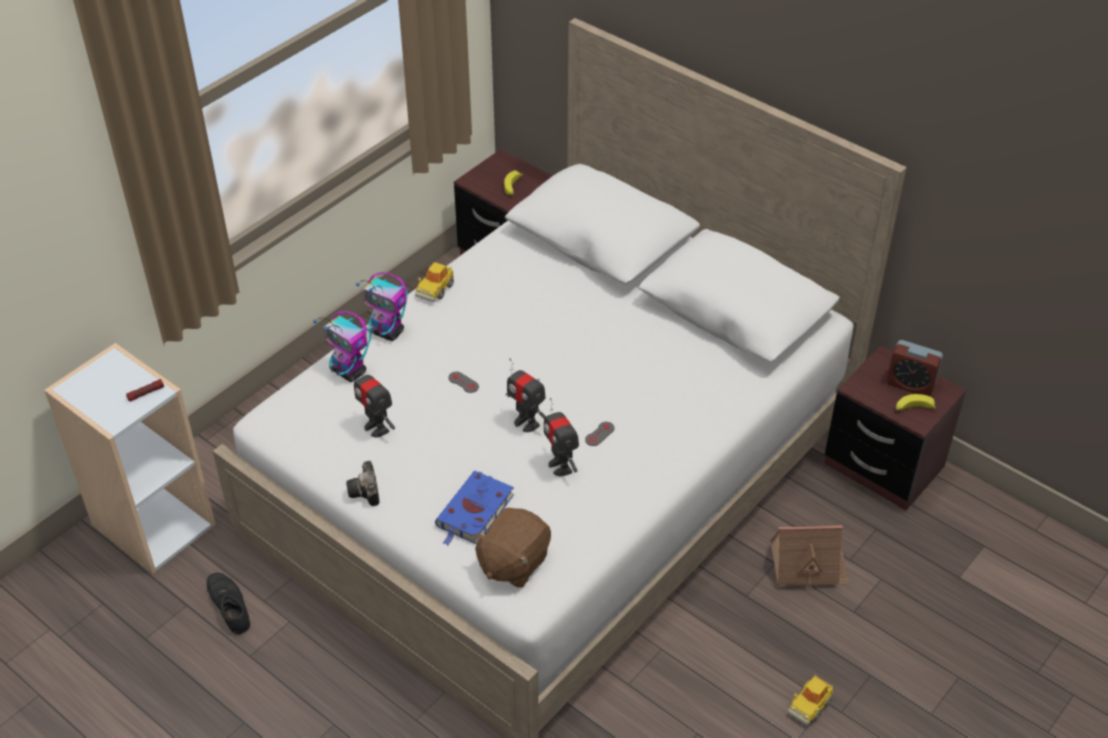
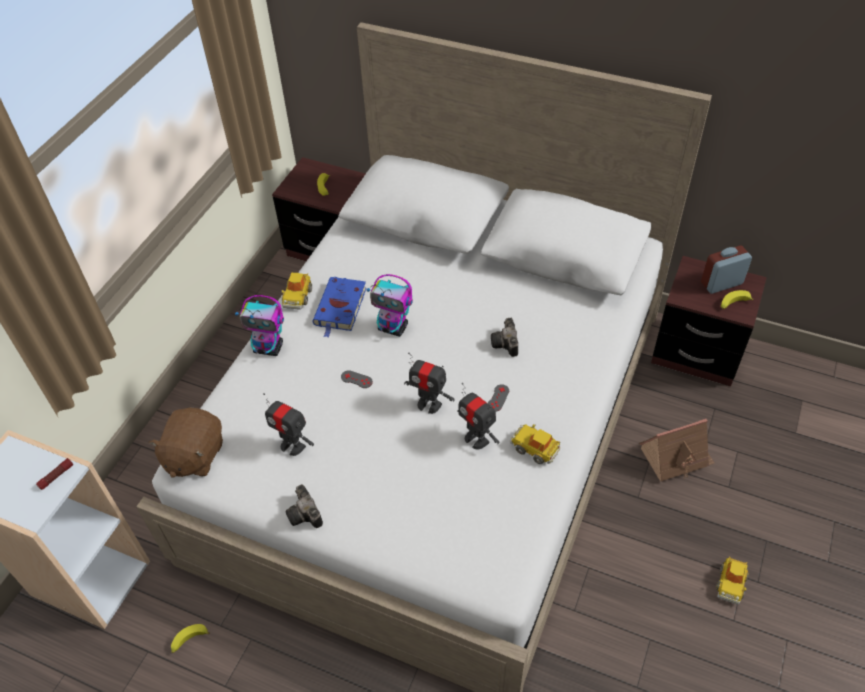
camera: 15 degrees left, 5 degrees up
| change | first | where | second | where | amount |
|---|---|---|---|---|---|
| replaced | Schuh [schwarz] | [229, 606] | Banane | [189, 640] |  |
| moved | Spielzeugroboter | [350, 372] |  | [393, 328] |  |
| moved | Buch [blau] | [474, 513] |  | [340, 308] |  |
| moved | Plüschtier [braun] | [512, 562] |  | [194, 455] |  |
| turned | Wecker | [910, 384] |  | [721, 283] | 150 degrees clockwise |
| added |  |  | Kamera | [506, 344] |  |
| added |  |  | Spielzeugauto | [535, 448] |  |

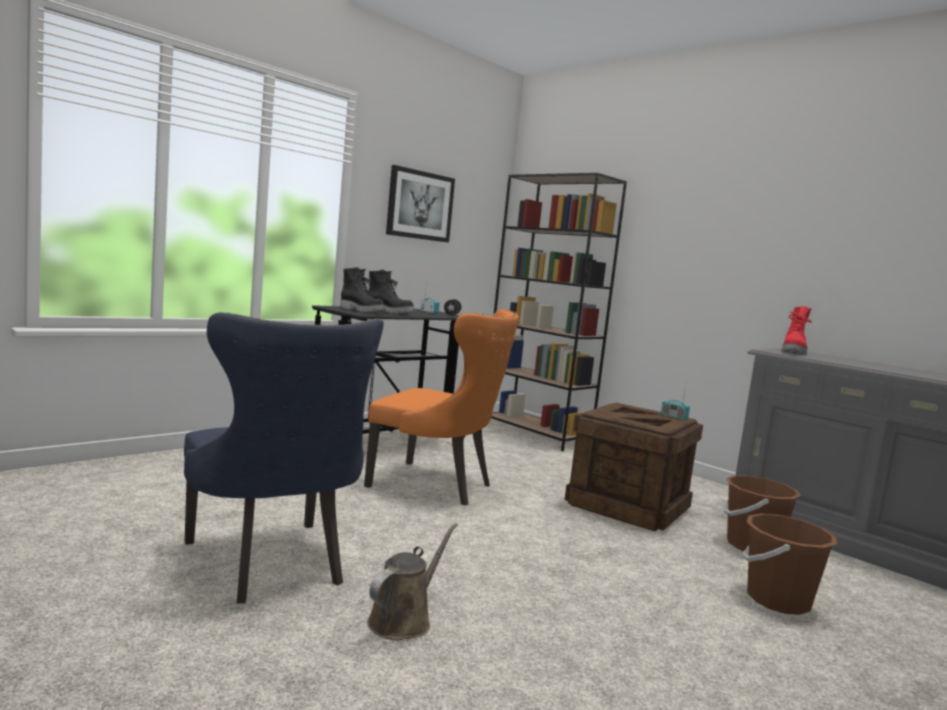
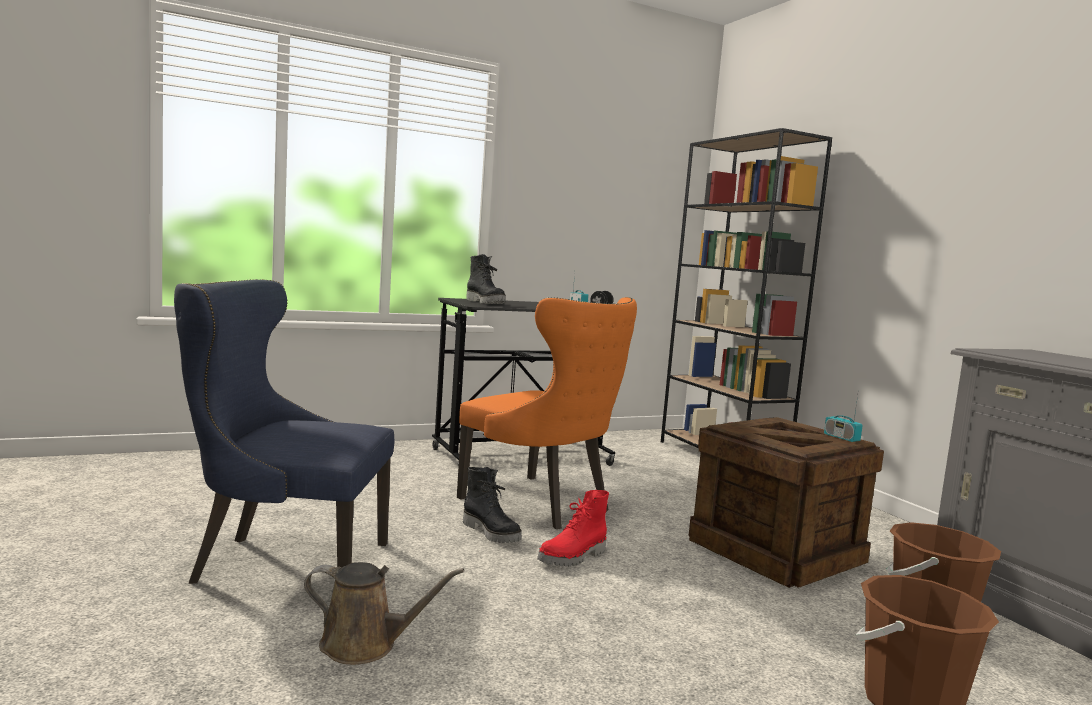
camera: 20 degrees right, 0 degrees up
| change | first | where | second | where | amount |
|---|---|---|---|---|---|
| turned | Stuhl [blau] | [272, 563] |  | [284, 565] | 105 degrees clockwise |
| turned | Gießkanne [braun] | [403, 620] |  | [365, 645] | 45 degrees clockwise |
| moved | Stiefel [schwarz] | [390, 312] |  | [492, 533] |  |
| removed | Bild | [420, 205] |  |  |  |
| moved | Stiefel [rot] | [794, 352] |  | [573, 557] |  |

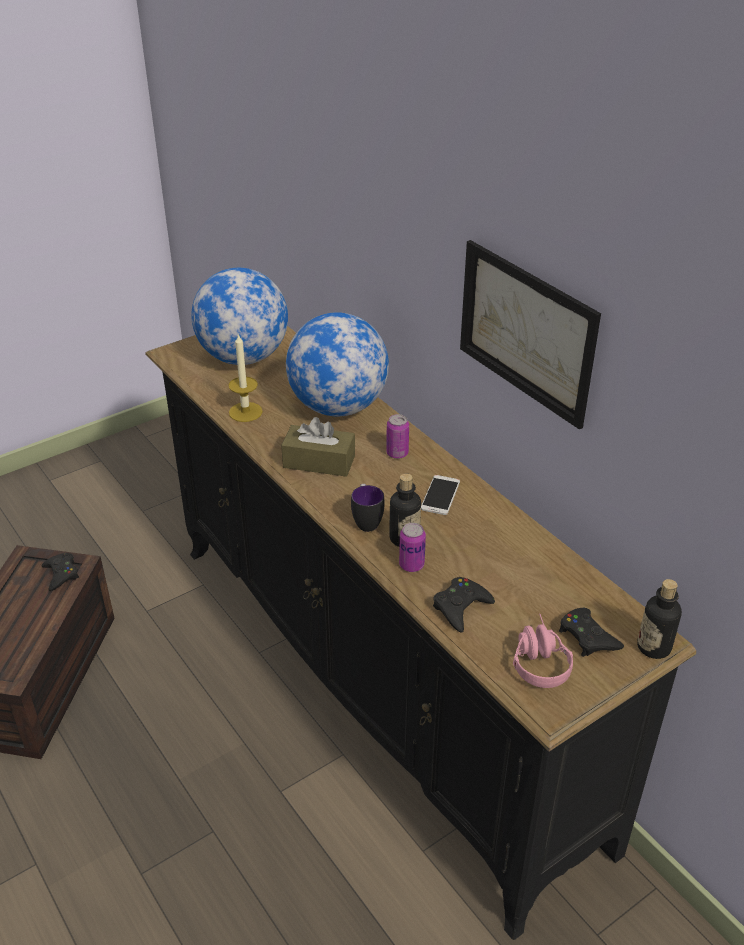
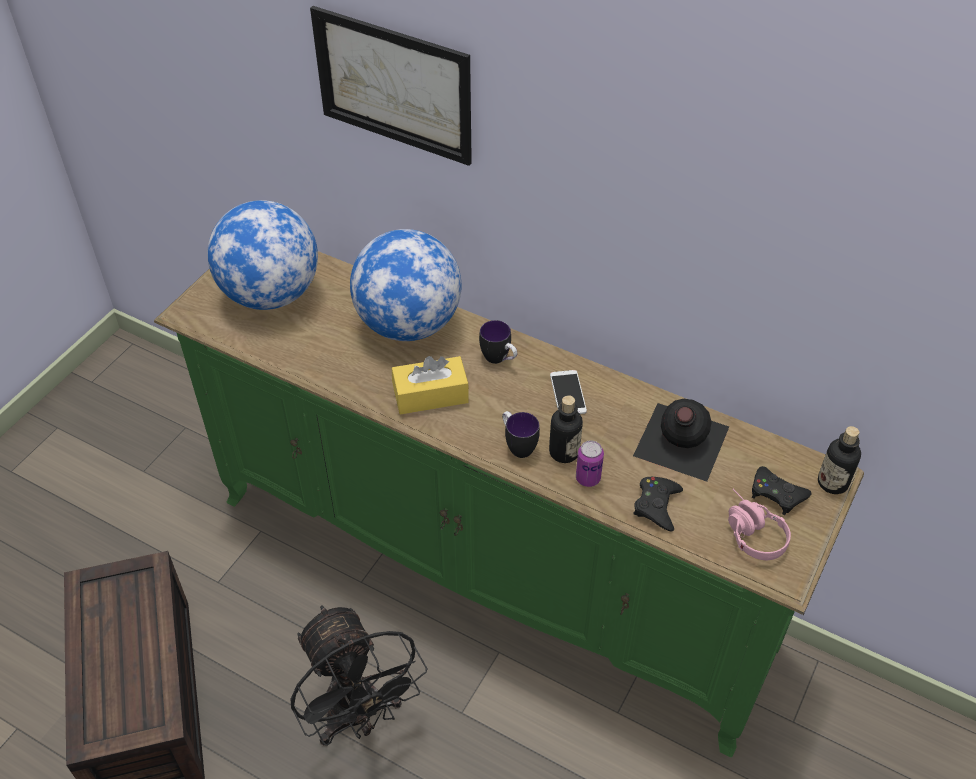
camera: 25 degrees left, 10 degrees up
| change | first | where | second | where | amount |
|---|---|---|---|---|---|
| removed | Gamepad [schwarz] | [61, 574] |  |  |  |
| recoloured | Kommode [schwarz] | [372, 685] | Kommode [grün] | [489, 573] |  |
| removed | Kerze | [245, 412] |  |  |  |
| recoloured | Taschentuchbox [braun] | [319, 462] | Taschentuchbox [gelb] | [430, 395] |  |
| replaced | Dose | [397, 453] | Henkelbecher | [499, 360] |  |
| moved | Bild | [526, 332] |  | [393, 85] |  |
| added |  |  | Ventilator [schwarz] | [358, 717] |  |
| added |  |  | Flasche [schwarz] | [679, 441] |  |

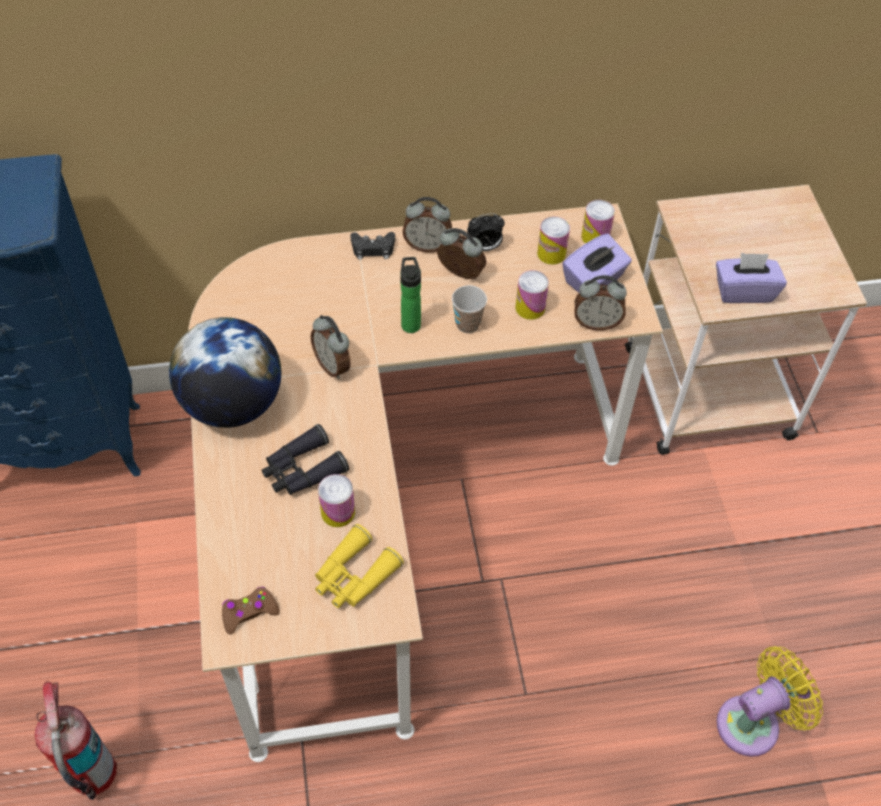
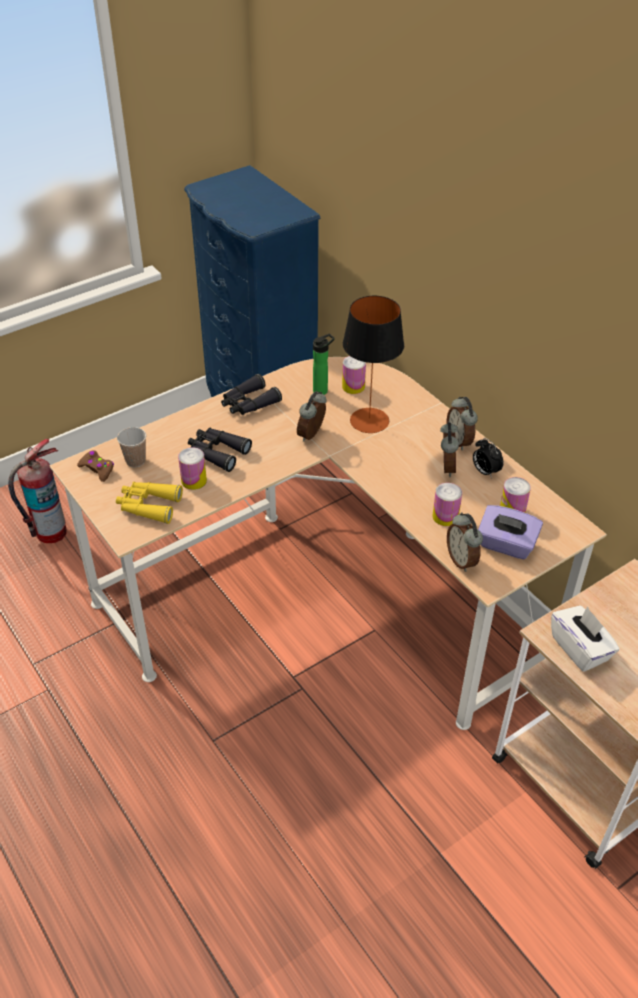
camera: 65 degrees right, 10 degrees down
| change | first | where | second | where | amount |
|---|---|---|---|---|---|
| replaced | Globus | [233, 404] | Fernglas [schwarz] | [248, 403] |  |
| removed | Gamepad [schwarz] | [373, 249] |  |  |  |
| moved | Flasche | [410, 323] |  | [322, 390] |  |
| moved | Tasse | [467, 324] |  | [135, 461] |  |
| moved | Dose | [595, 237] |  | [353, 386] |  |
| recoloured | Taschentuchbox [lila] | [744, 291] | Taschentuchbox [weiß] | [580, 649] |  |
| removed | Ventilator [gelb] | [754, 723] |  |  |  |
| added |  |  | Tischlampe | [369, 420] |  |

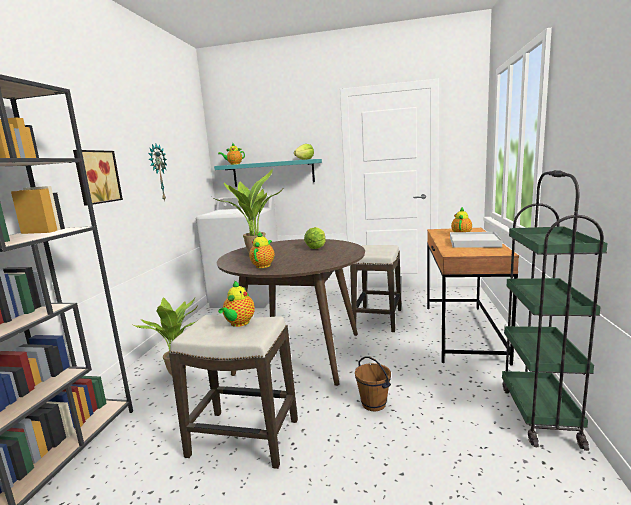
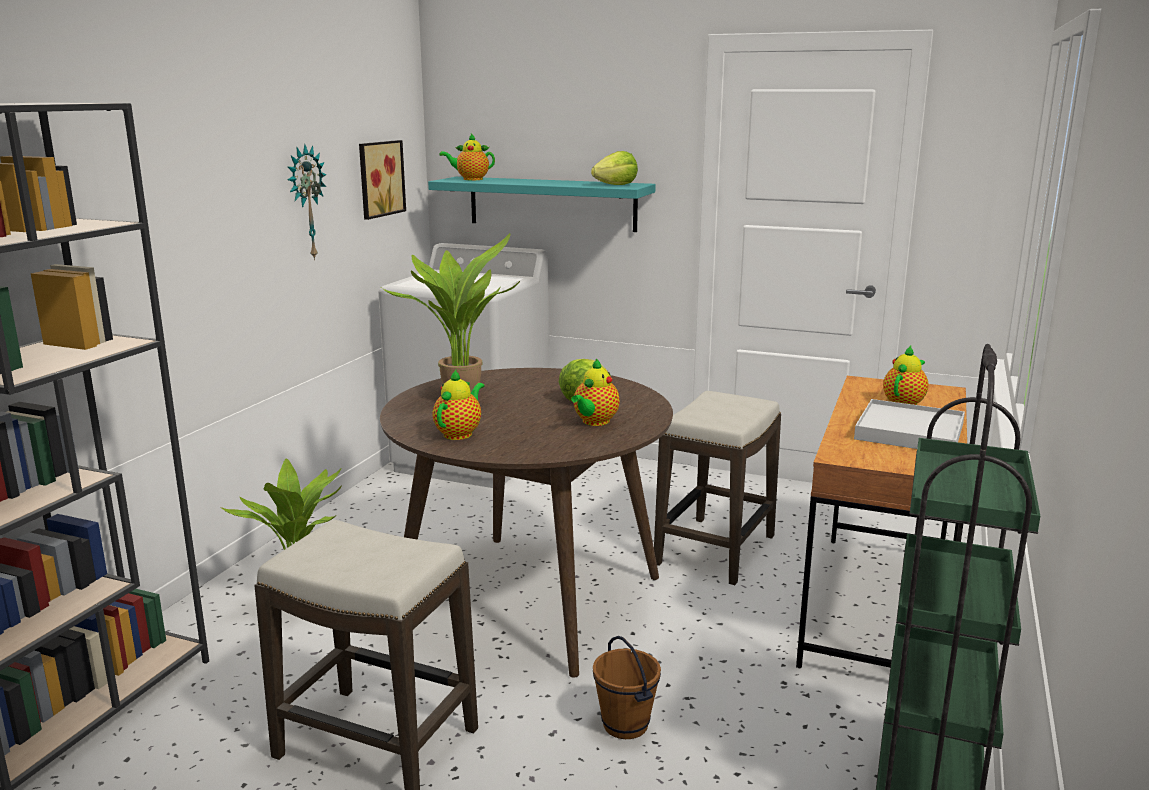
camera: 10 degrees right, 5 degrees up
| change | first | where | second | where | amount |
|---|---|---|---|---|---|
| moved | Bild | [96, 177] |  | [379, 178] |  |
| moved | Teekanne | [239, 323] |  | [594, 422] |  |

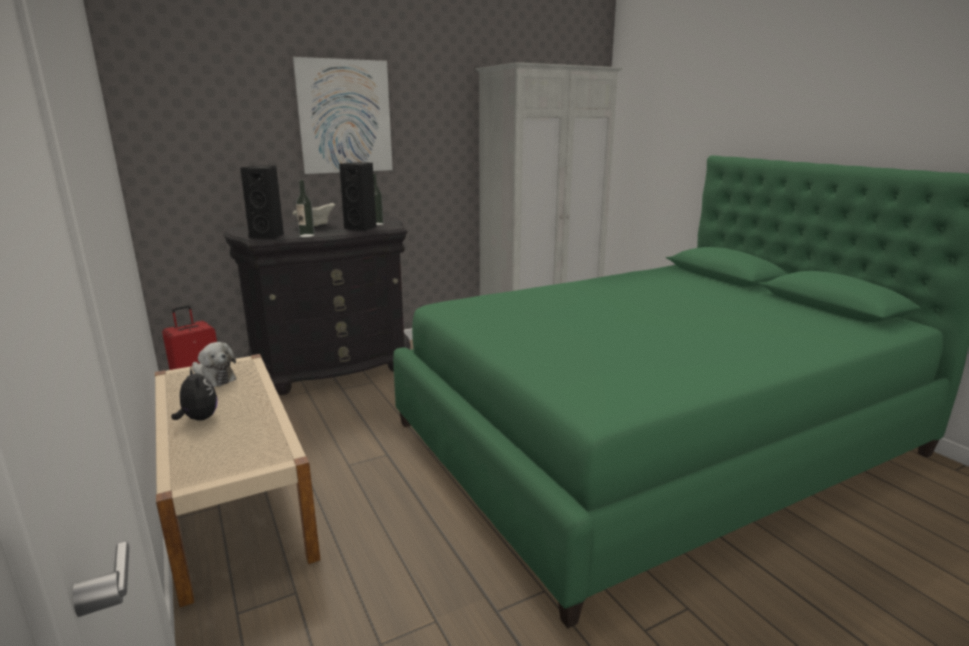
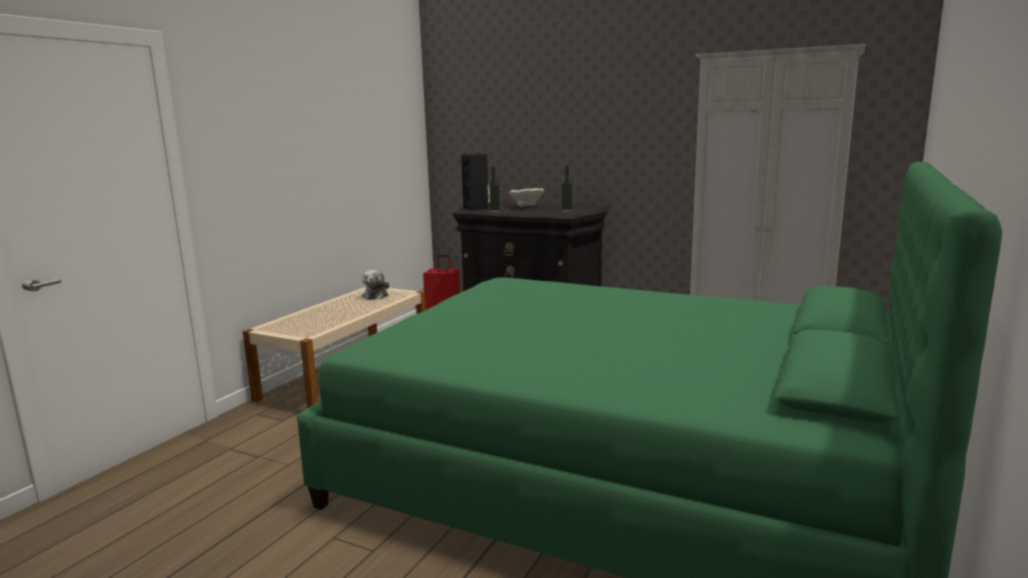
camera: 55 degrees right, 5 degrees down
| change | first | where | second | where | amount |
|---|---|---|---|---|---|
| removed | Plüschtier | [199, 419] |  |  |  |
| removed | Bild | [345, 117] |  |  |  |
| removed | Lautsprecher [schwarz] | [362, 228] |  |  |  |

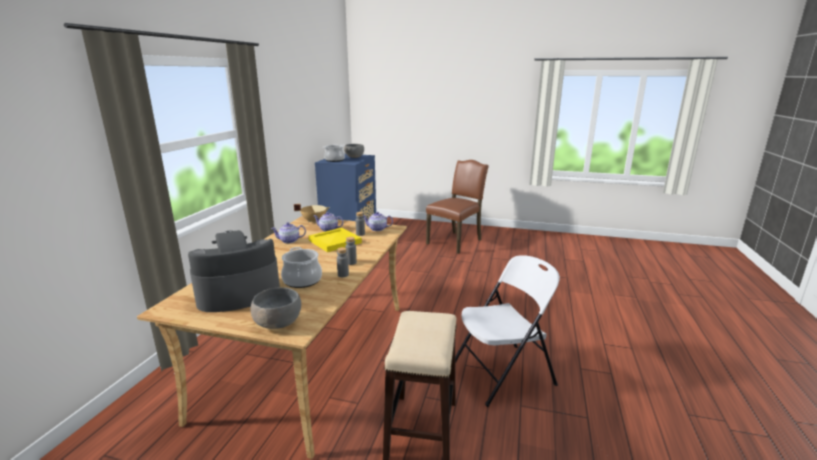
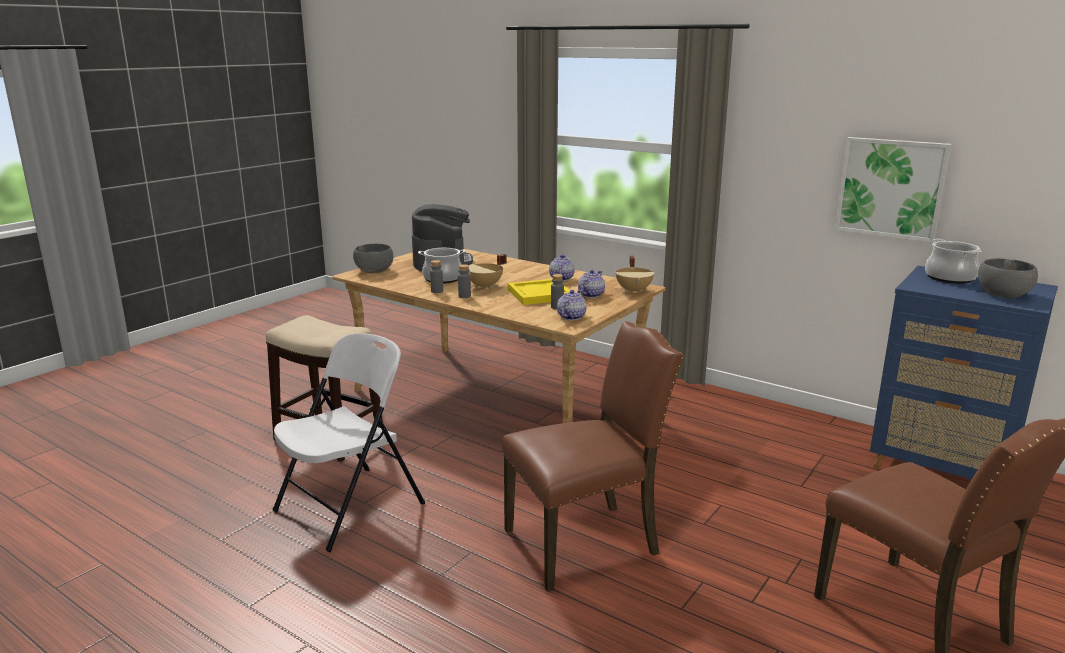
camera: 110 degrees right, 0 degrees up
| change | first | where | second | where | amount |
|---|---|---|---|---|---|
| turned | Stuhl [weiß] | [503, 374] |  | [350, 507] | 135 degrees counterclockwise |
| added |  |  | Kochtopf [beige] | [485, 286] |  |
| added |  |  | Stuhl [braun] | [585, 542] |  |
| added |  |  | Bild | [891, 188] |  |

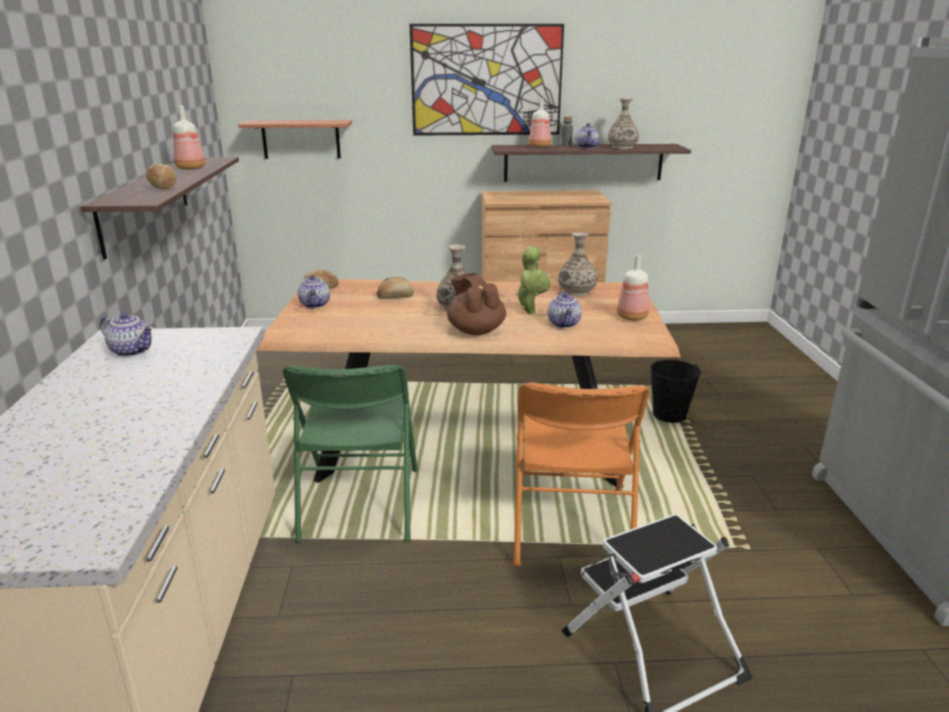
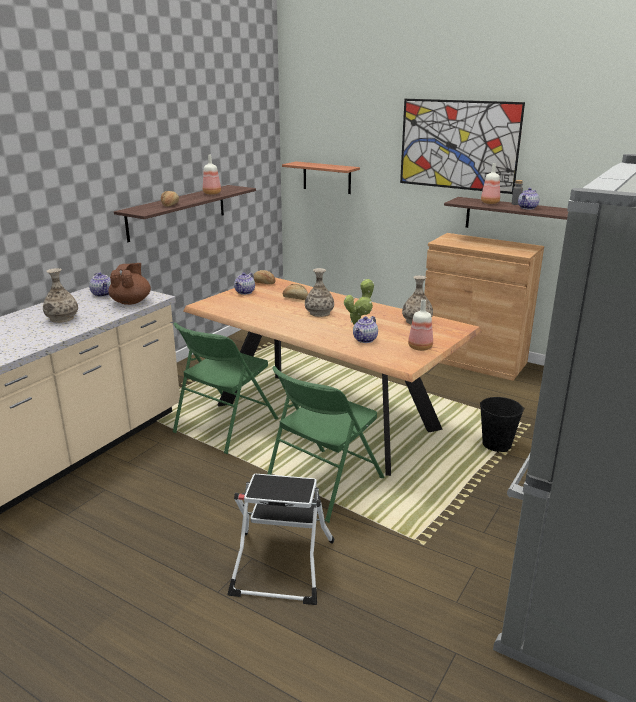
camera: 35 degrees right, 0 degrees up
| change | first | where | second | where | amount |
|---|---|---|---|---|---|
| moved | Teekanne [braun] | [475, 330] |  | [131, 302] |  |
| recoloured | Stuhl [orange] | [570, 527] | Stuhl [grün] | [324, 483] |  |
| moved | Vase | [622, 147] |  | [62, 318] |  |

